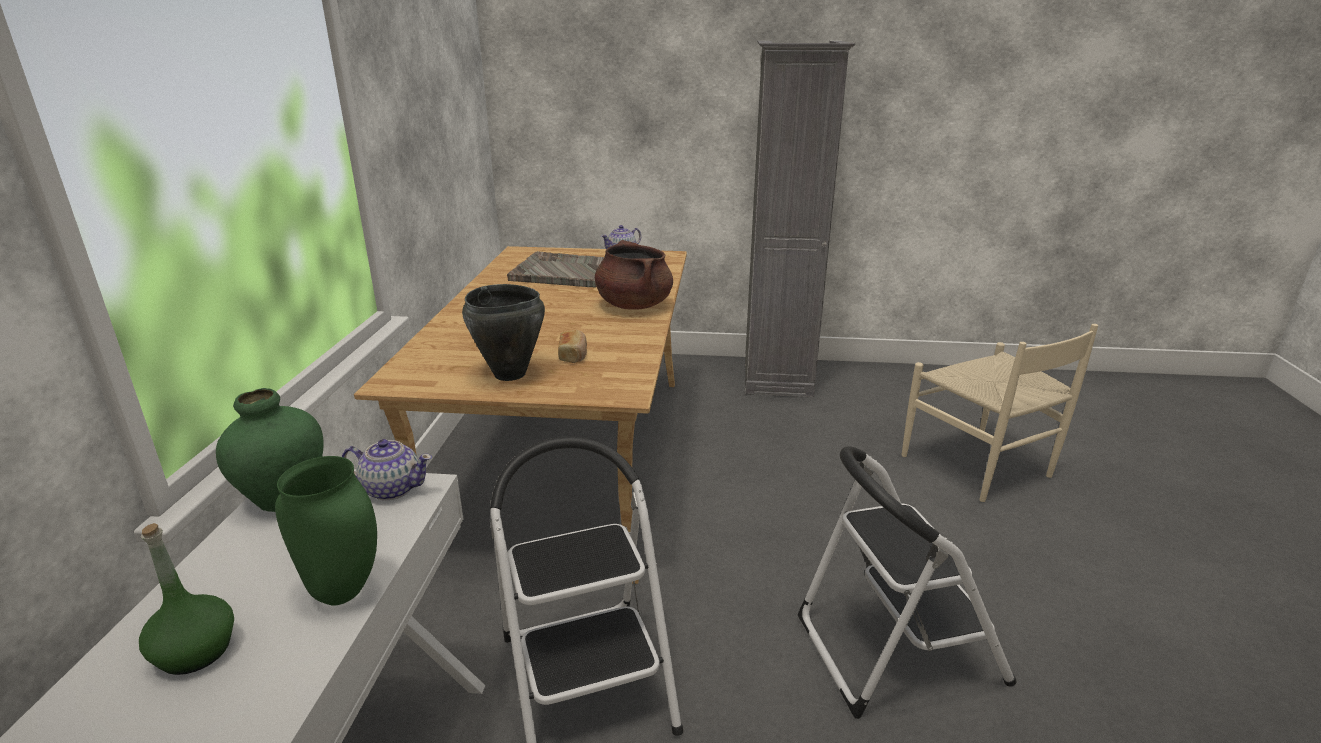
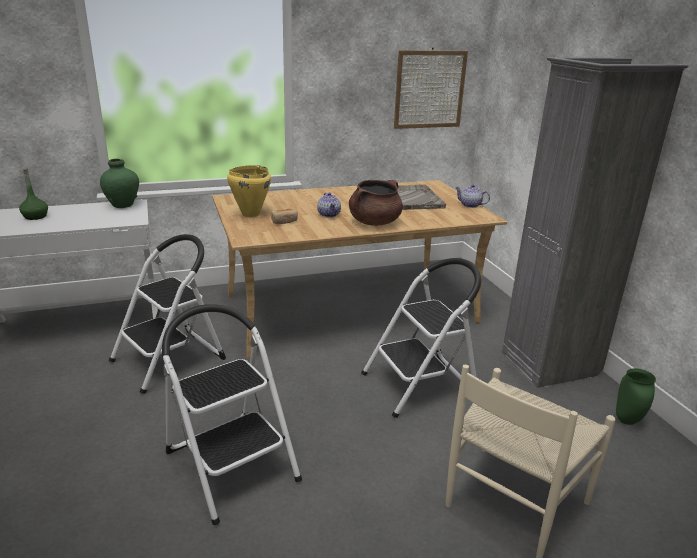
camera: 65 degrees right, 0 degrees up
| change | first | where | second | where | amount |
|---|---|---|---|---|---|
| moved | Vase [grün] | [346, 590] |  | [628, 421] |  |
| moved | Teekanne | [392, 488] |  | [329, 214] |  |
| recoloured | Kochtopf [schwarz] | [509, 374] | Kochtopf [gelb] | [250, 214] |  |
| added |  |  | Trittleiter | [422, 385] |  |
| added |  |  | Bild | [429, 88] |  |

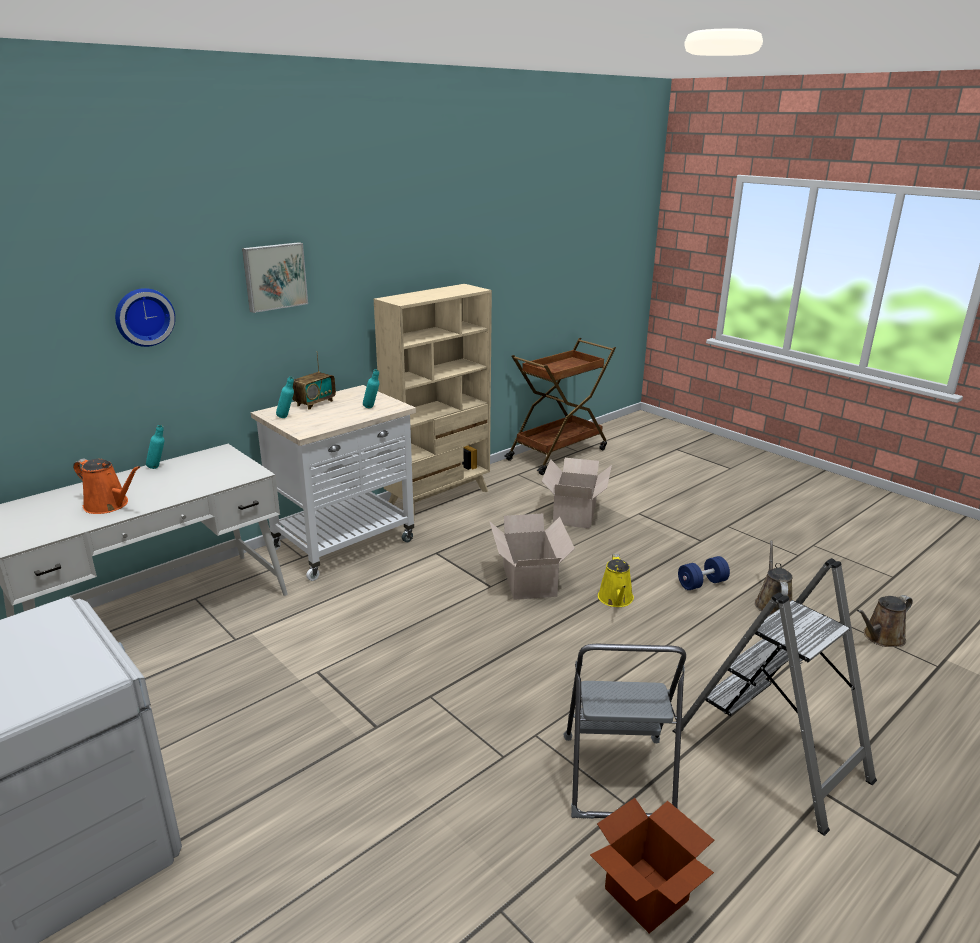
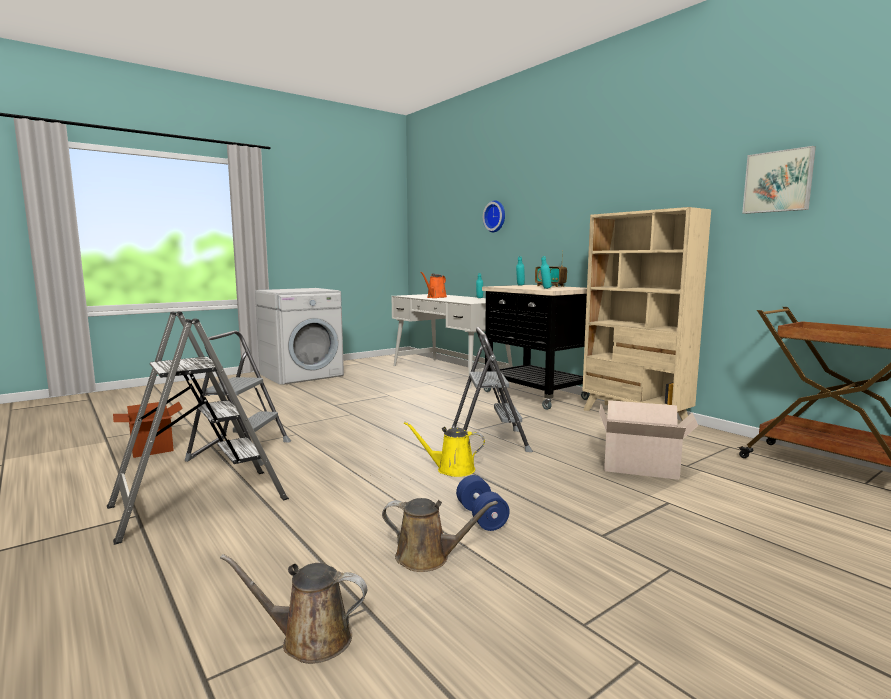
camera: 95 degrees right, 15 degrees down
| change | first | where | second | where | amount |
|---|---|---|---|---|---|
| moved | Bild | [274, 276] |  | [778, 181] |  |
| recoloured | Rollwagen [weiß] | [343, 544] | Rollwagen [schwarz] | [536, 396] |  |
| replaced | Karton | [529, 581] | Trittleiter [grau] | [485, 440] |  |
| turned | Gießkanne [braun] | [881, 637] |  | [309, 639] | 60 degrees counterclockwise |

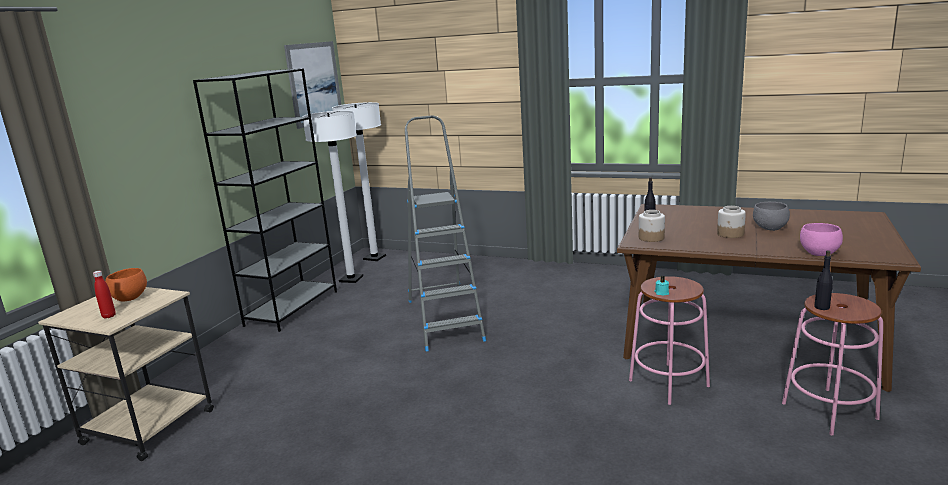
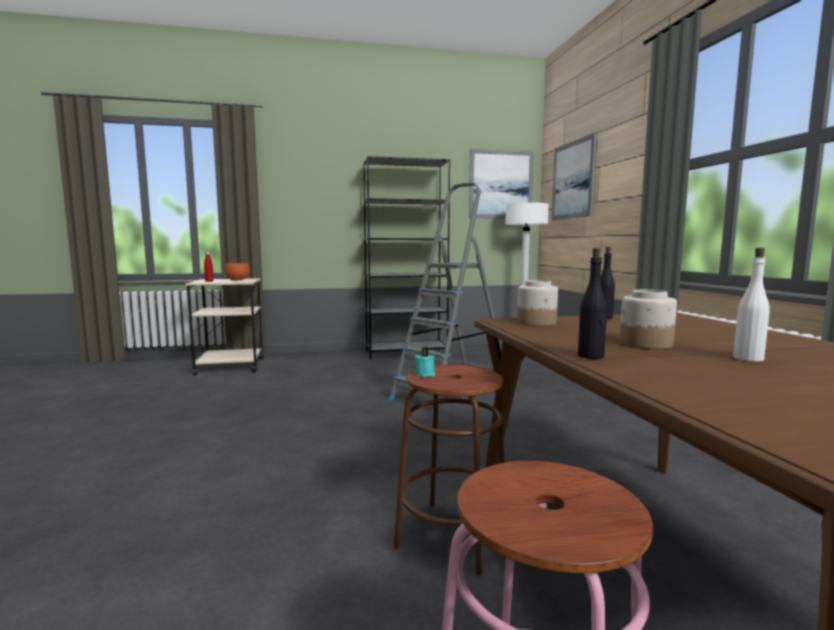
camera: 55 degrees right, 10 degrees down
| change | first | where | second | where | amount |
|---|---|---|---|---|---|
| removed | Stehlampe [weiß] | [351, 279] |  |  |  |
| recoloured | Hocker [rosa] | [668, 383] | Hocker [braun] | [452, 535] |  |
| replaced | Schüssel [grau] | [770, 229] | Flasche [weiß] | [747, 358] |  |
| removed | Schüssel [rosa] | [818, 253] |  |  |  |
| moved | Flasche [schwarz] | [822, 307] |  | [591, 356] |  |
| added |  |  | Bild | [573, 180] |  |

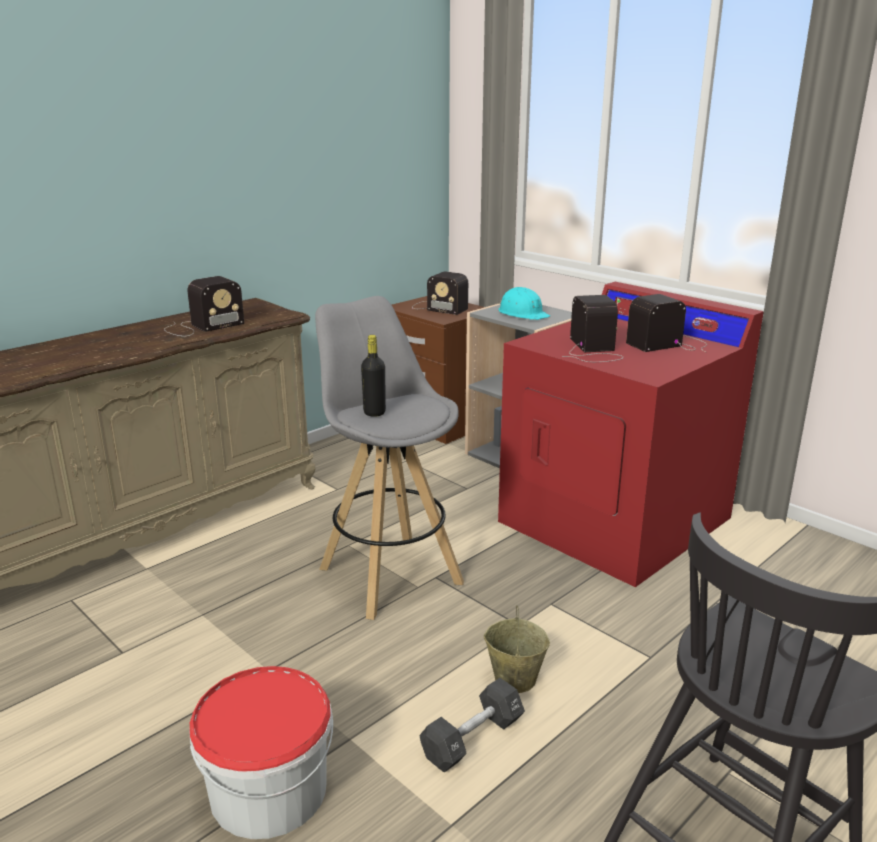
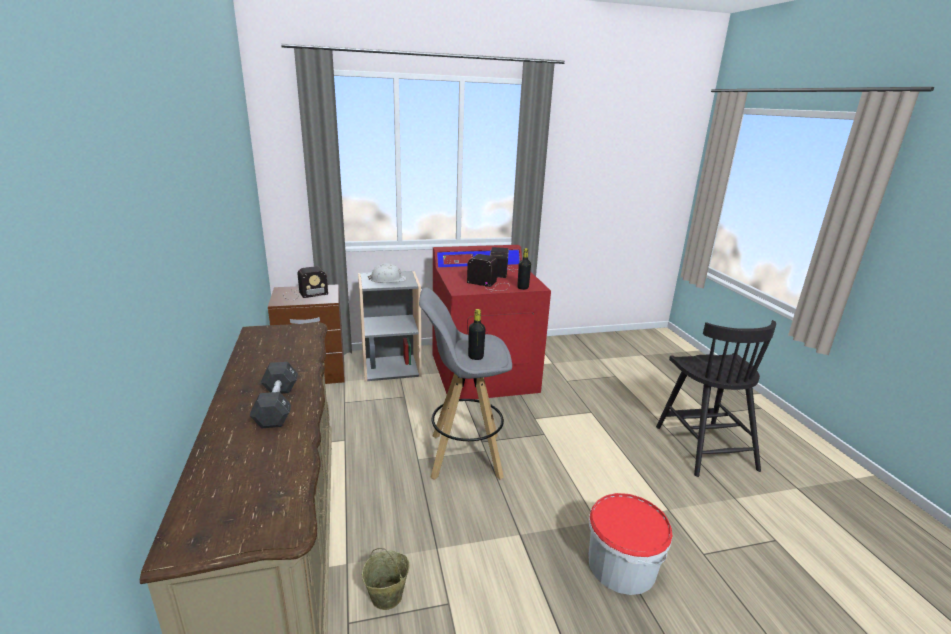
camera: 60 degrees left, 0 degrees up
| change | first | where | second | where | amount |
|---|---|---|---|---|---|
| removed | Radio | [201, 327] |  |  |  |
| moved | Hantel [schwarz] | [472, 739] |  | [277, 406] |  |
| moved | Eimer [beige] | [514, 678] |  | [386, 596] |  |
| recoloured | Schutzhelm [türkis] | [523, 313] | Schutzhelm [weiß] | [388, 279] |  |
| added |  |  | Flasche [schwarz] | [523, 288] |  |

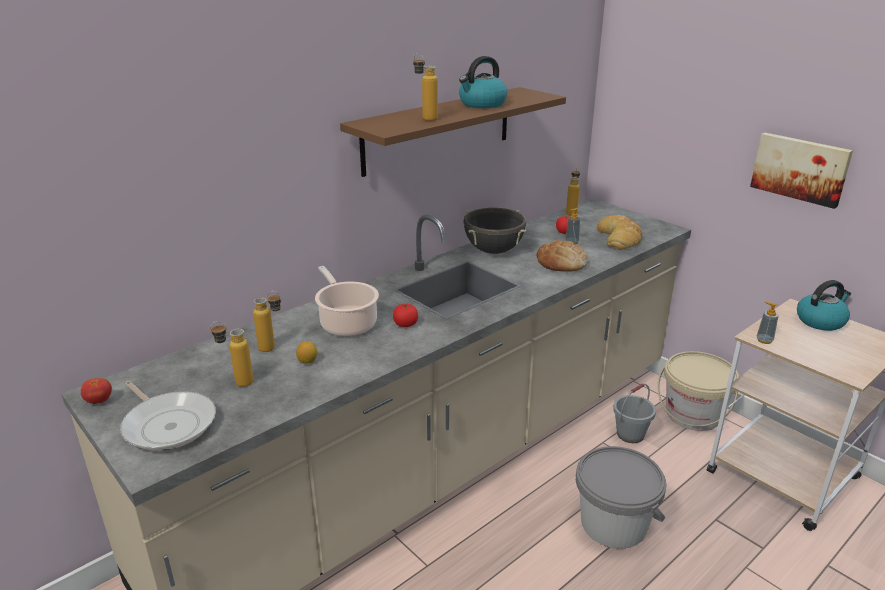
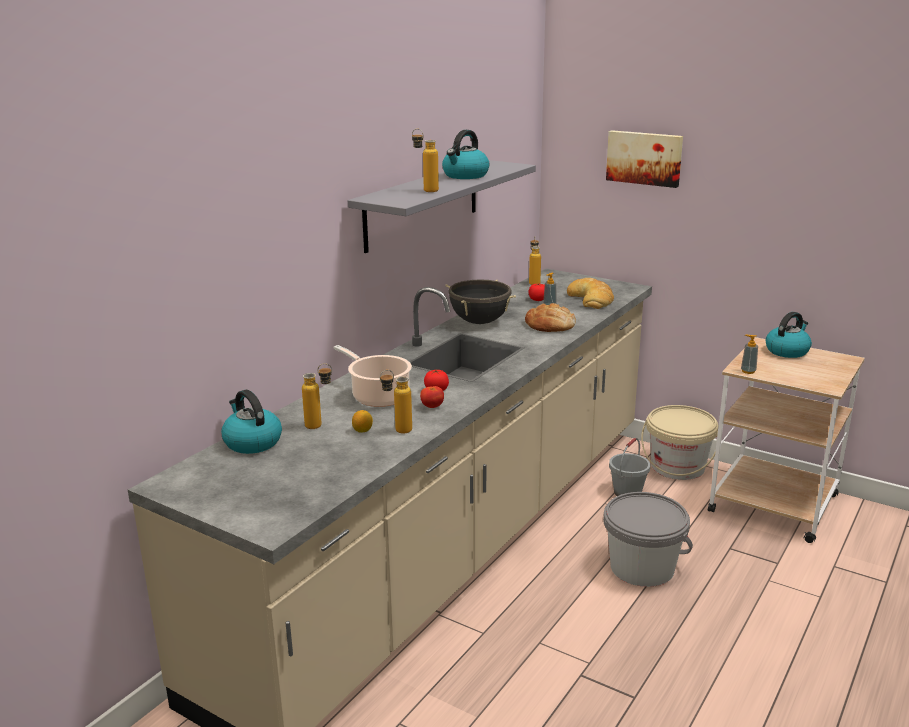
camera: 15 degrees left, 5 degrees down
| change | first | where | second | where | amount |
|---|---|---|---|---|---|
| moved | Tomate | [99, 401] |  | [432, 407] |  |
| removed | Pfanne | [168, 424] |  |  |  |
| moved | Flasche | [237, 383] |  | [397, 431] |  |
| recoloured | Wandregal [braun] | [438, 130] | Wandregal [grau] | [422, 204] |  |
| moved | Bild | [800, 168] |  | [644, 158] |  |
| added |  |  | Wasserkessel | [252, 442] |  |

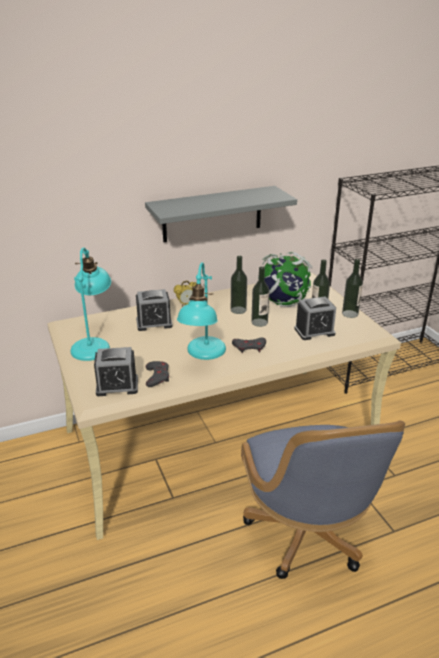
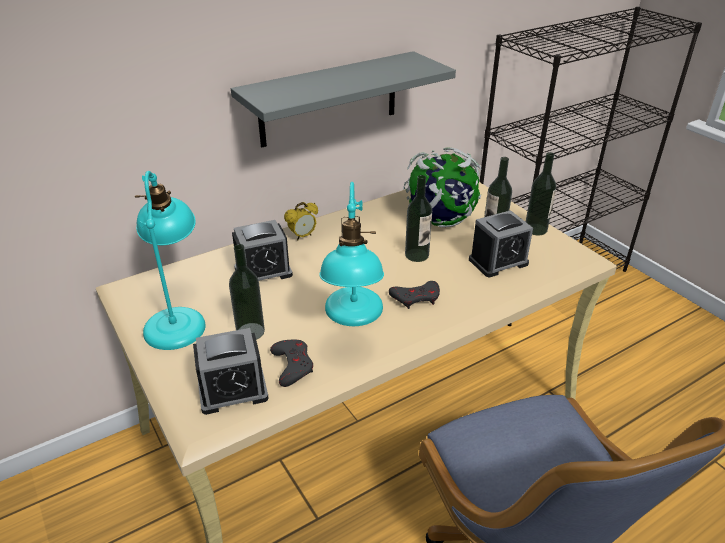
camera: 10 degrees left, 5 degrees up
| change | first | where | second | where | amount |
|---|---|---|---|---|---|
| moved | Flasche | [238, 310] |  | [250, 332] |  |

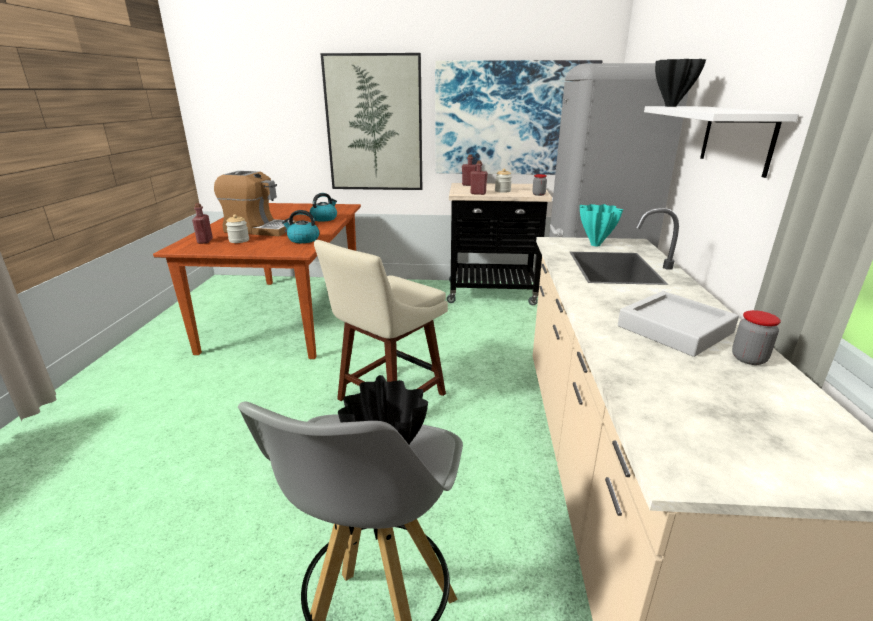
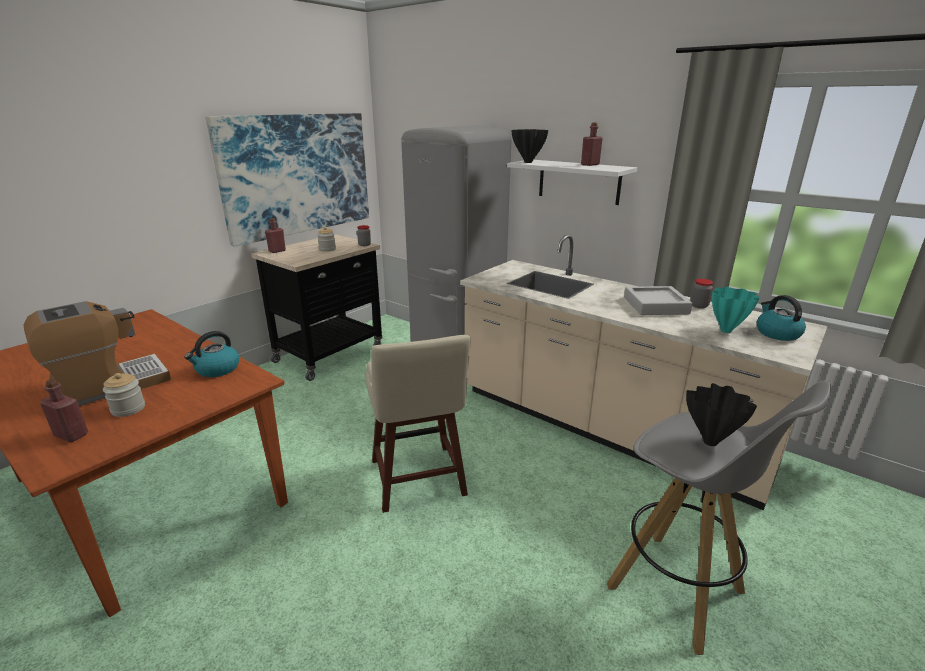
camera: 55 degrees left, 0 degrees up
| change | first | where | second | where | amount |
|---|---|---|---|---|---|
| moved | Wasserkessel | [324, 218] |  | [777, 333] |  |
| removed | Bild | [374, 124] |  |  |  |
| moved | Flasche [rot] | [478, 193] |  | [590, 164] |  |
| moved | Vase [türkis] | [596, 245] |  | [726, 331] |  |

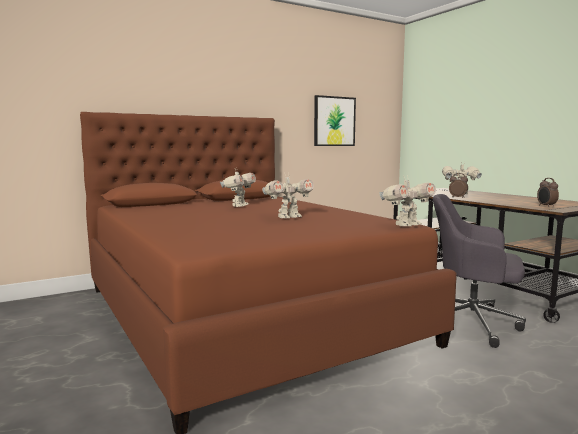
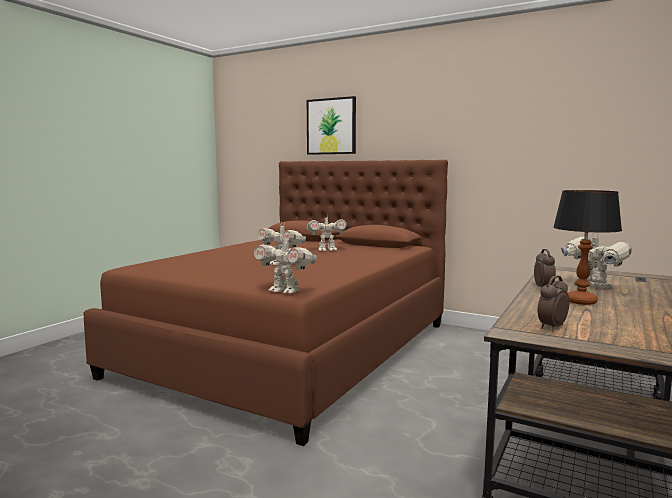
camera: 60 degrees right, 0 degrees up
| change | first | where | second | where | amount |
|---|---|---|---|---|---|
| moved | Bild | [334, 121] |  | [331, 126] |  |
| removed | Bürostuhl [grau] | [473, 323] |  |  |  |
| added |  |  | Tischlampe | [580, 301] |  |

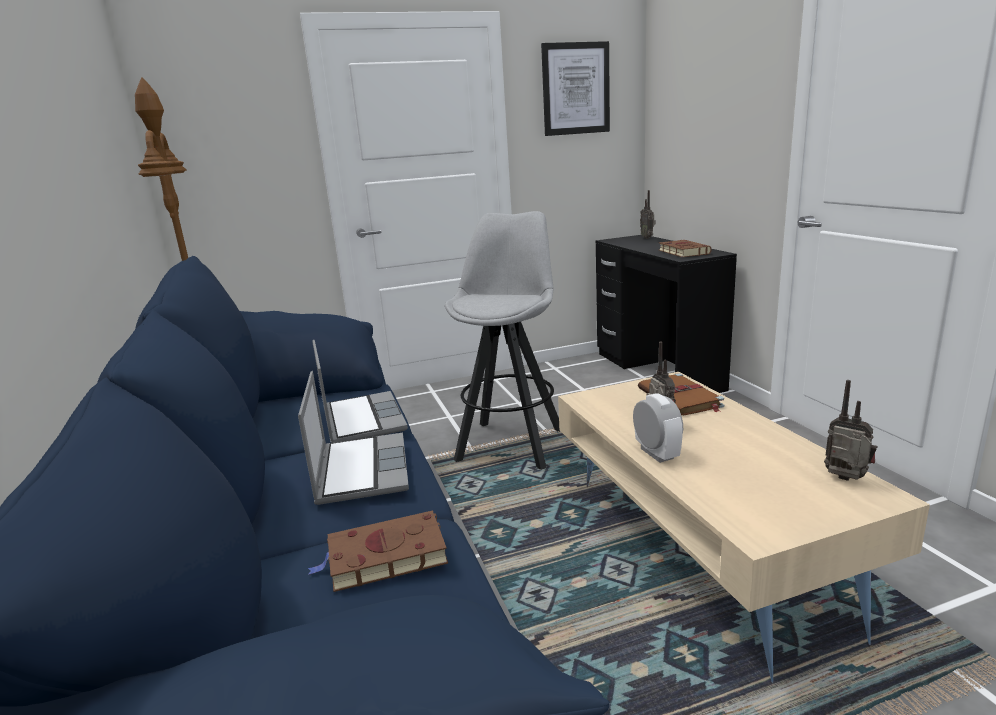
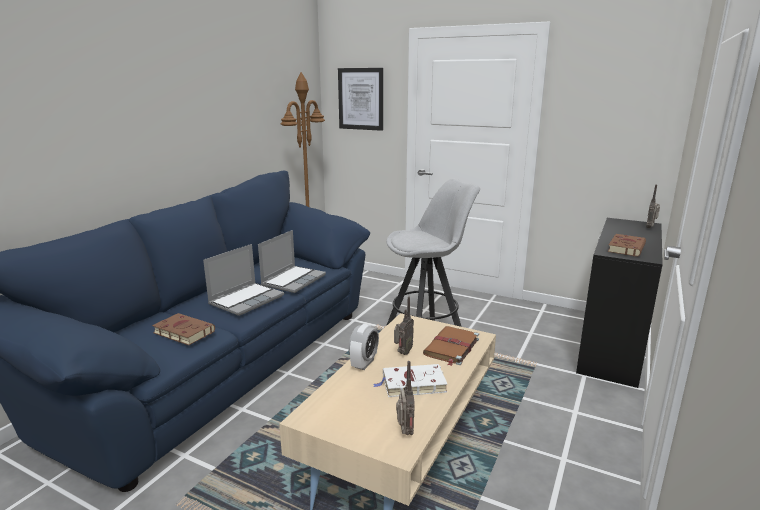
camera: 45 degrees right, 0 degrees up
| change | first | where | second | where | amount |
|---|---|---|---|---|---|
| moved | Bild | [575, 89] |  | [361, 99] |  |
| added |  |  | Buch [weiß] | [412, 384] |  |

